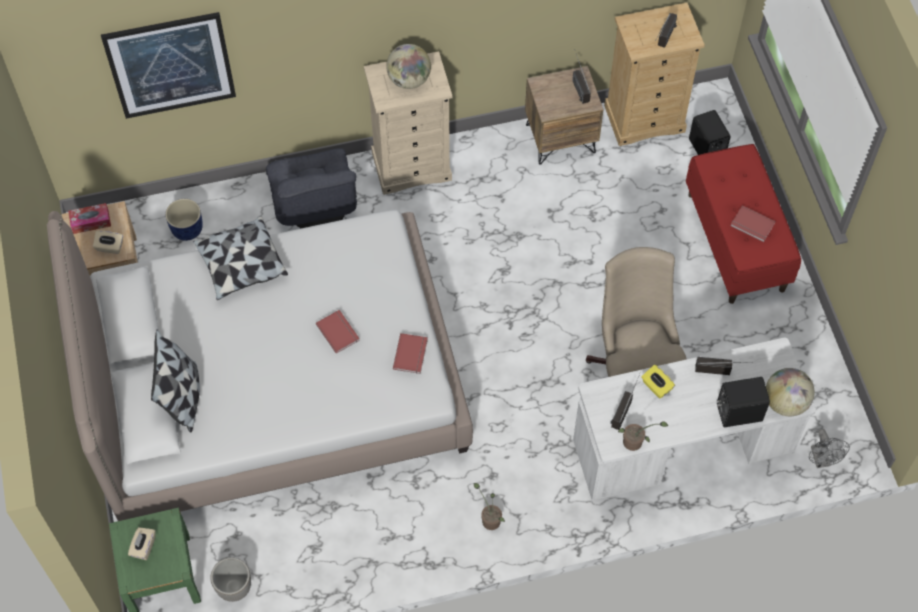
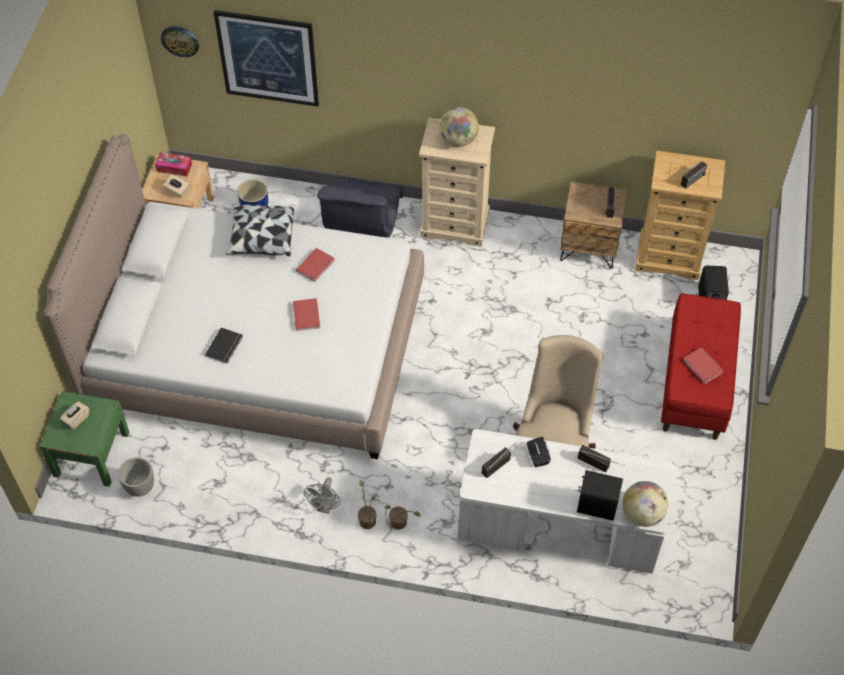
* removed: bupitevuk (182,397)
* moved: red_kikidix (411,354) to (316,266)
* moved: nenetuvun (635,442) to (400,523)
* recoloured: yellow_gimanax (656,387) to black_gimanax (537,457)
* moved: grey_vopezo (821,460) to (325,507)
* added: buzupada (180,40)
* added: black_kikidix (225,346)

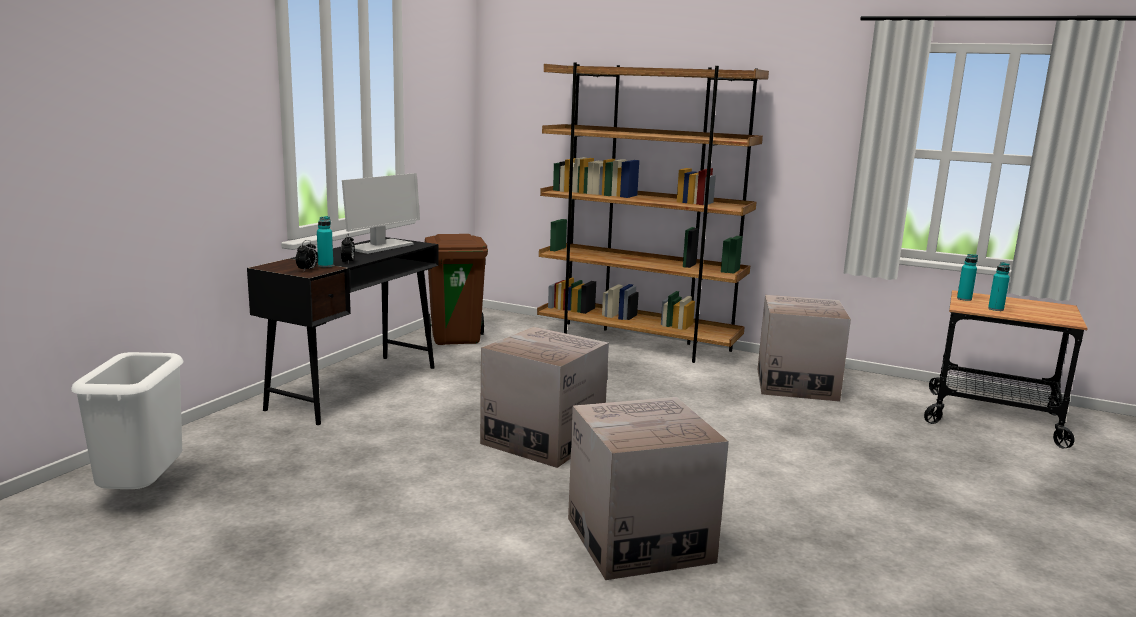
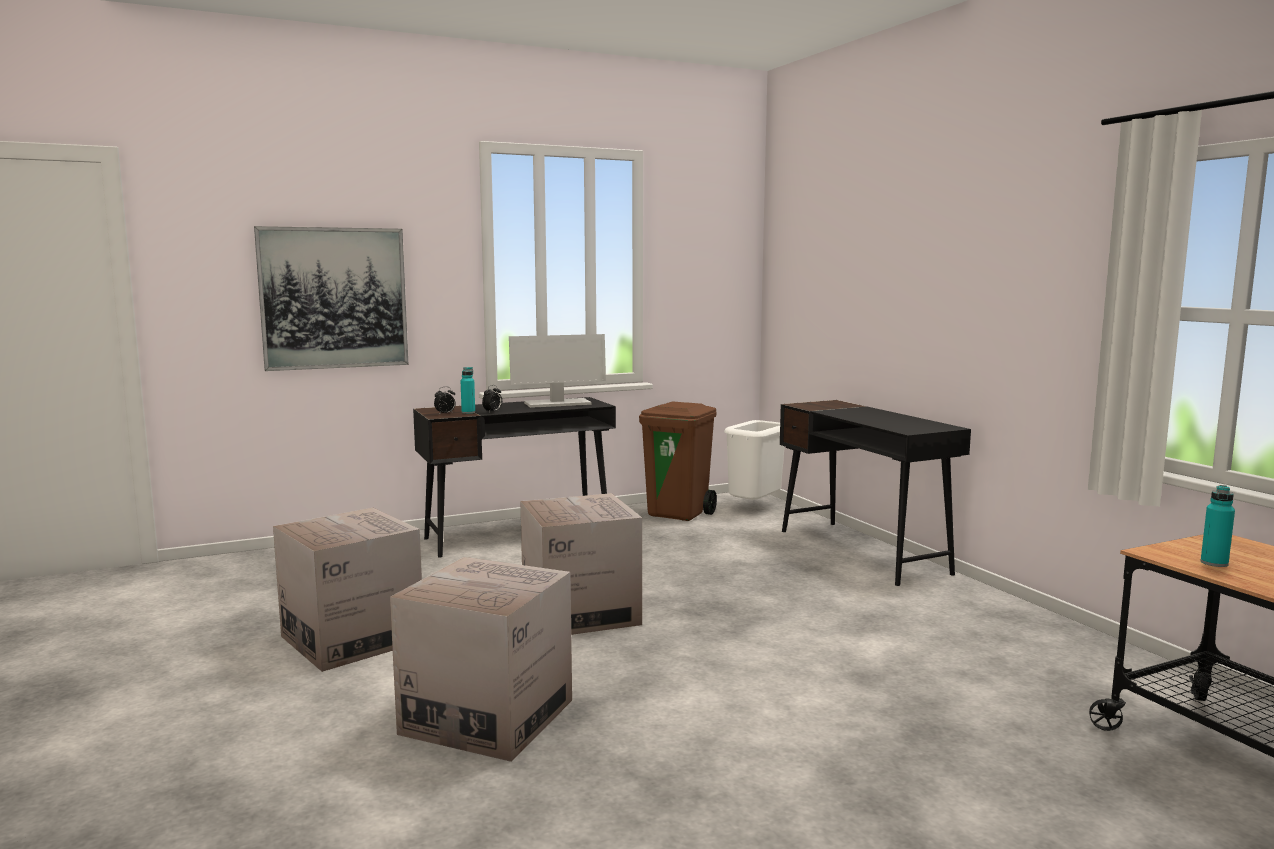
* moved: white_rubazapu (142,494) to (754,509)
* replaced: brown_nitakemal (637,343) to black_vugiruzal (862,551)
* moved: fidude (796,384) to (352,638)
* removed: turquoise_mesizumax (964,299)
* added: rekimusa (334,298)

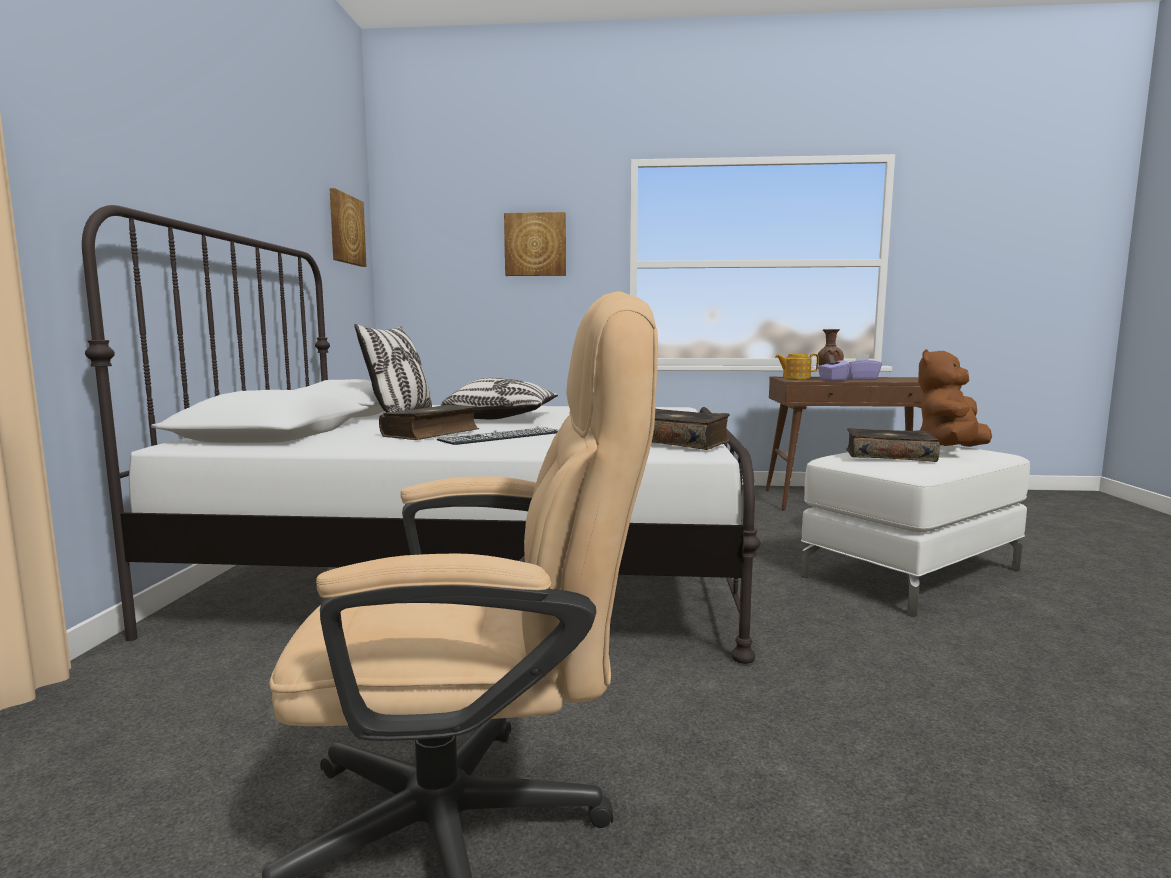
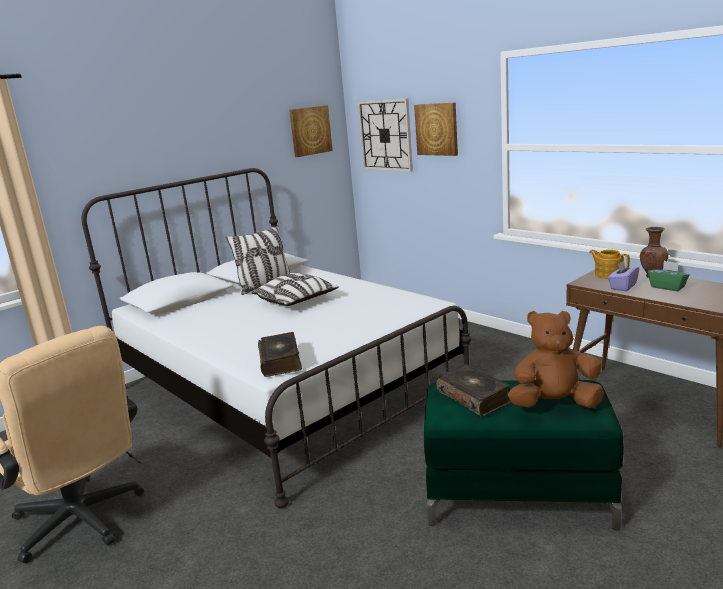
* removed: kikidix (432,433)
* removed: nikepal (503,436)
* recoloured: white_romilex (911,572) to green_romilex (518,493)
* recoloured: purple_gimanax (861,379) to green_gimanax (667,287)
* added: buzupada (385,135)

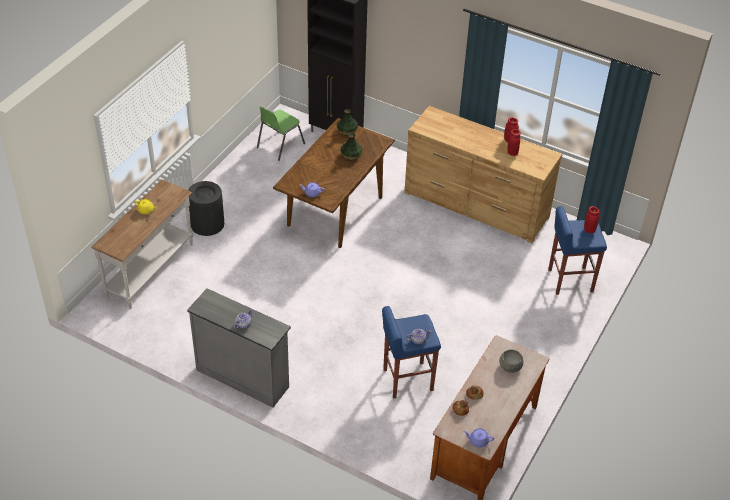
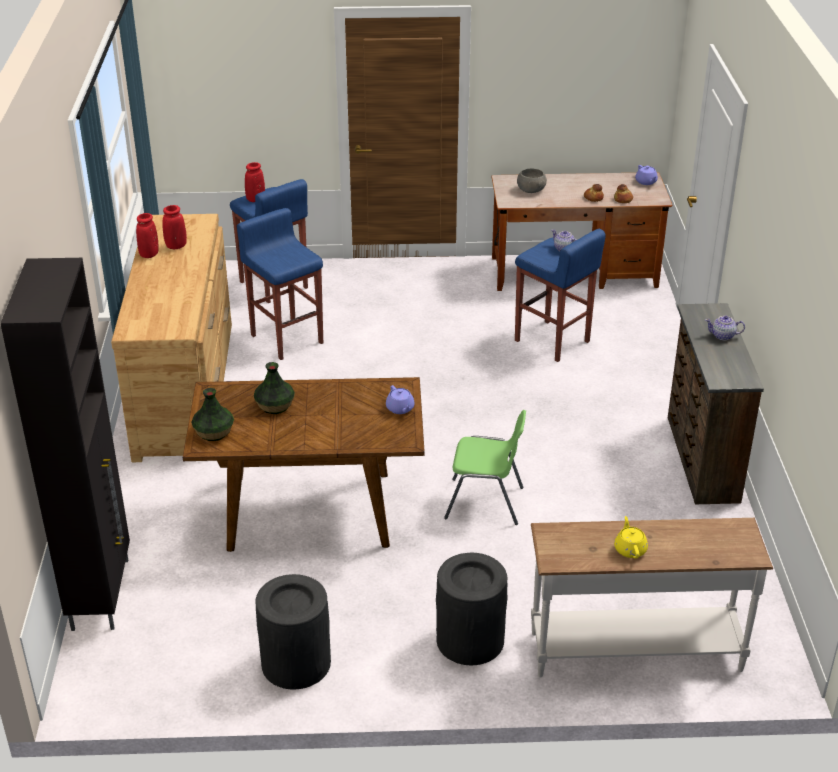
* recoloured: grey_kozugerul (242,377) to brown_kozugerul (700,459)
* moved: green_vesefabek (279,146) to (485,503)
* added: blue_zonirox (287,338)
* added: black_rubazapu (296,663)

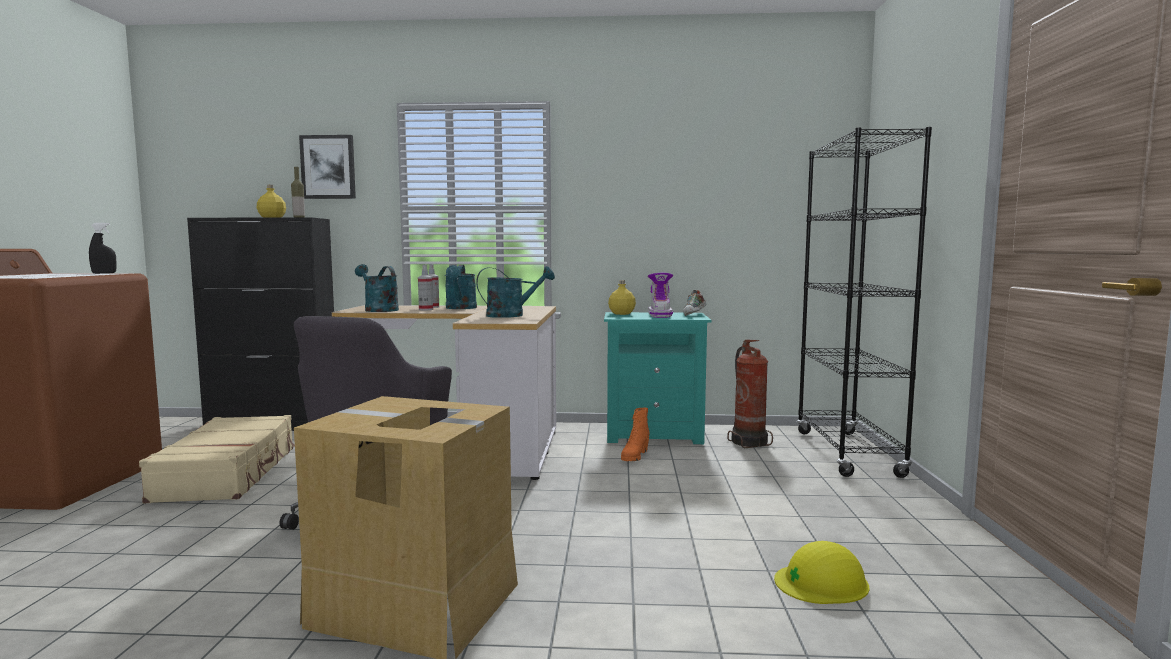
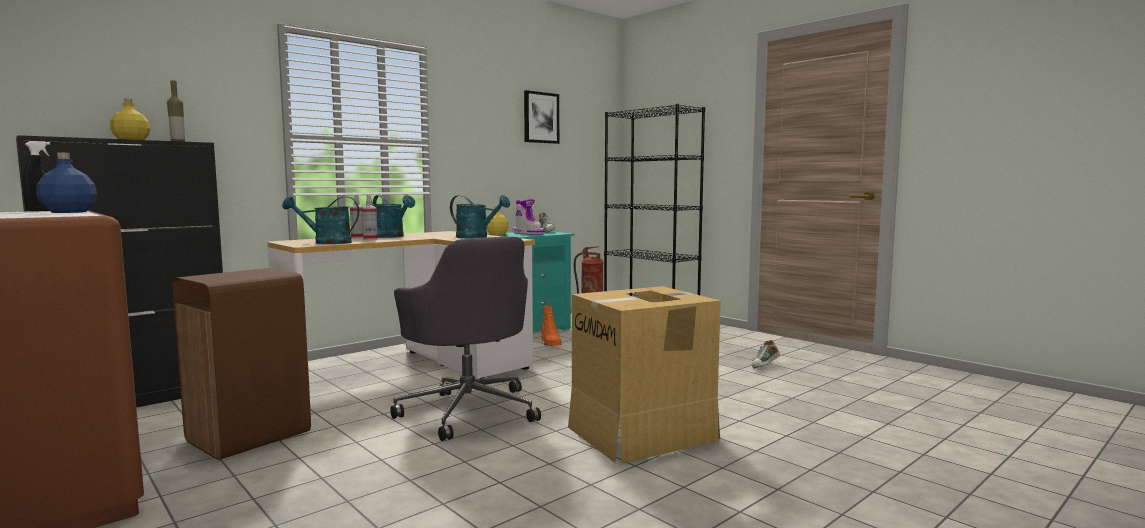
* replaced: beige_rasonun (228,473) to brown_rubazapu (247,436)
* moved: rekimusa (328,167) to (541,117)
* turned: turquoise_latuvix (512,315) = (477,237) 90 degrees clockwise
* replaced: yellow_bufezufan (822,582) to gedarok (765,366)
* added: blue_mesizumax (69,212)

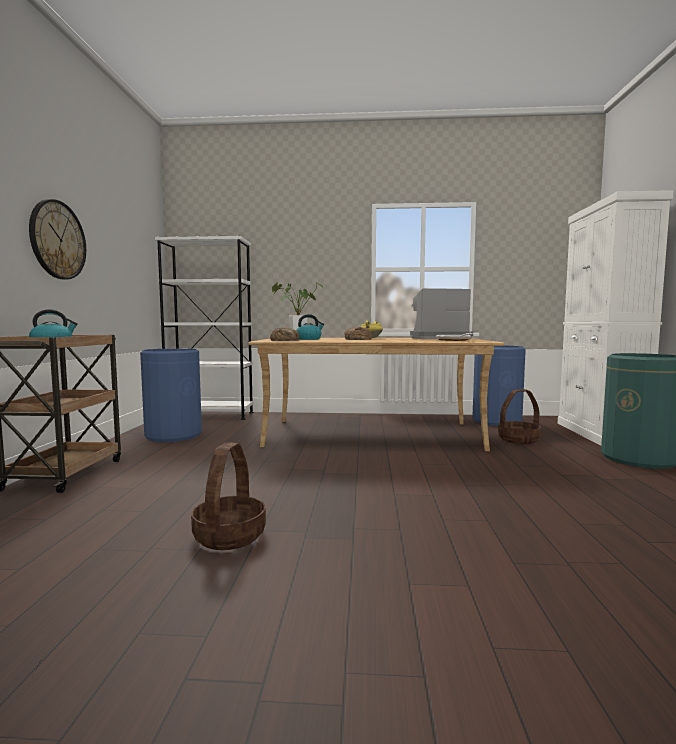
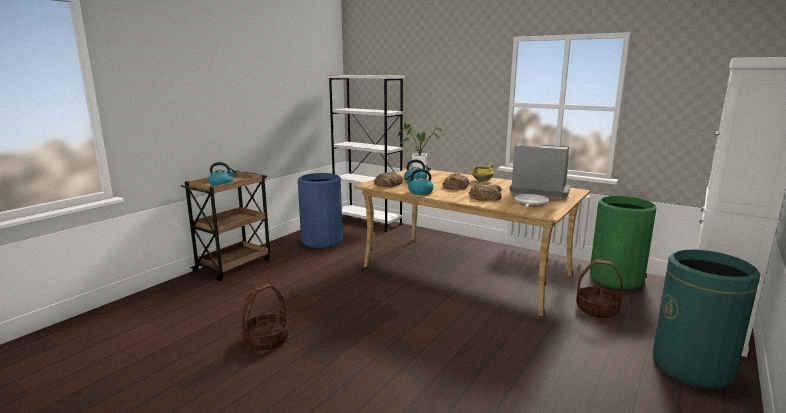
* removed: buzupada (58,240)
* recoloured: blue_rubazapu (496,421) to green_rubazapu (616,279)
* added: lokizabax (420,192)
* added: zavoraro (485,197)

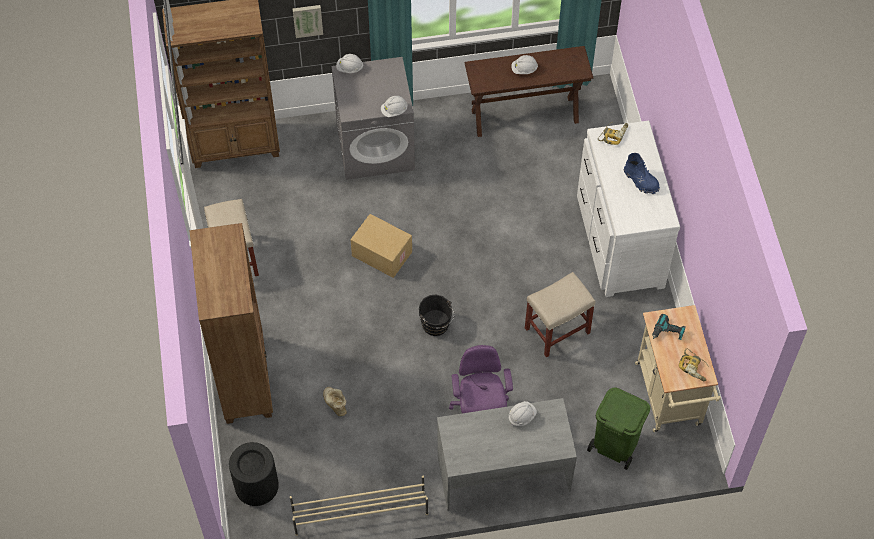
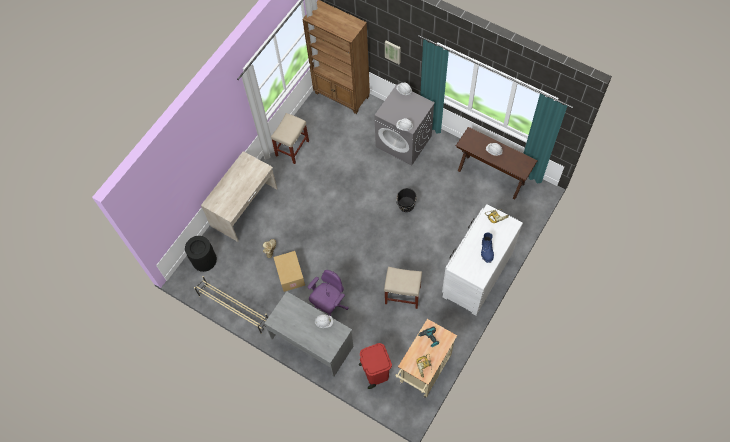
* replaced: brown_nitakemal (245,378) to beige_vugiruzal (245,207)
* moved: fidude (381,254) to (289,274)
* moved: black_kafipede (436,326) to (405,206)
* recoloured: green_rubazapu (614,445) to red_rubazapu (375,372)

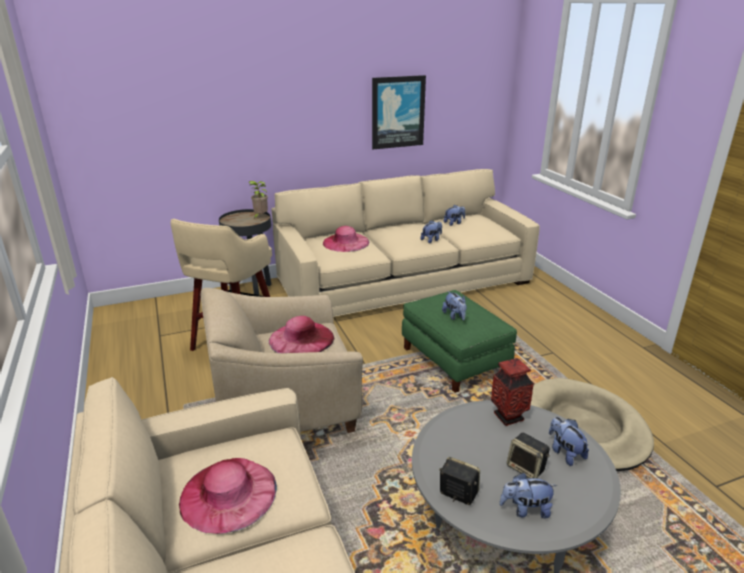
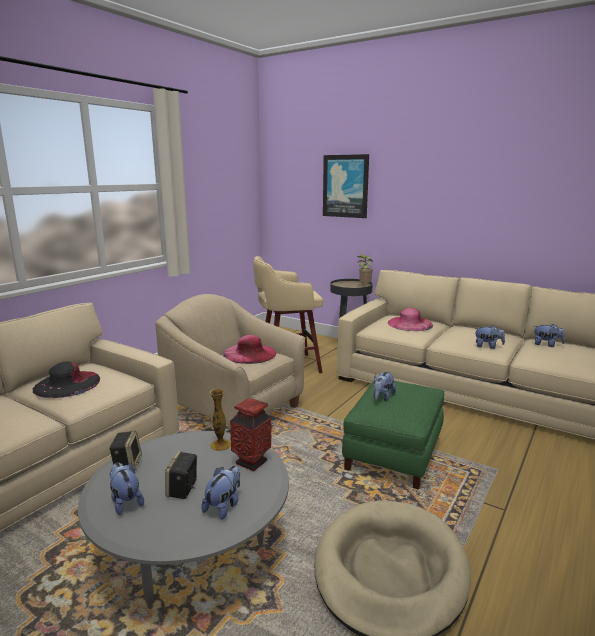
* recoloured: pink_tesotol (228,494) to black_tesotol (67,384)
* moved: rekimusa (397,112) to (345,186)
* added: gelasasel (220,445)

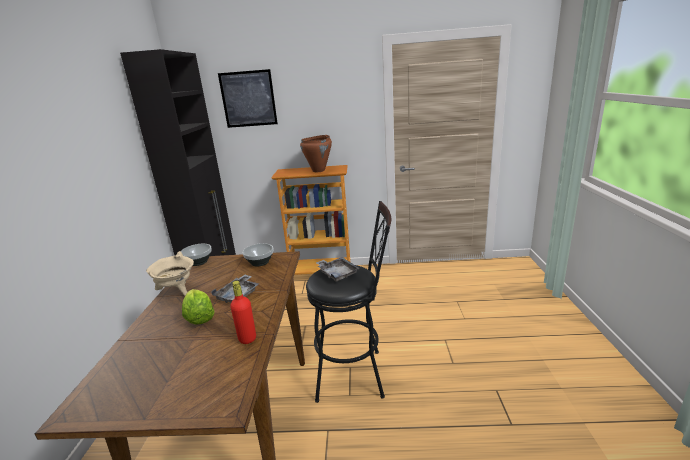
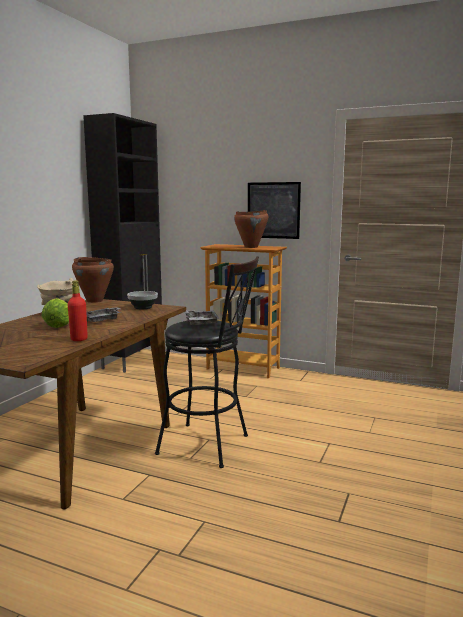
* replaced: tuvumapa (198,262) to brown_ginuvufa (94,301)
* moved: rekimusa (248,99) to (273,210)

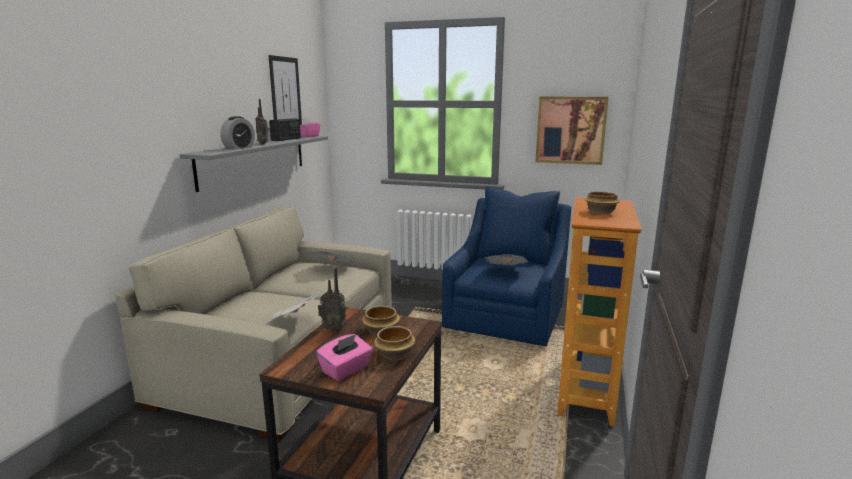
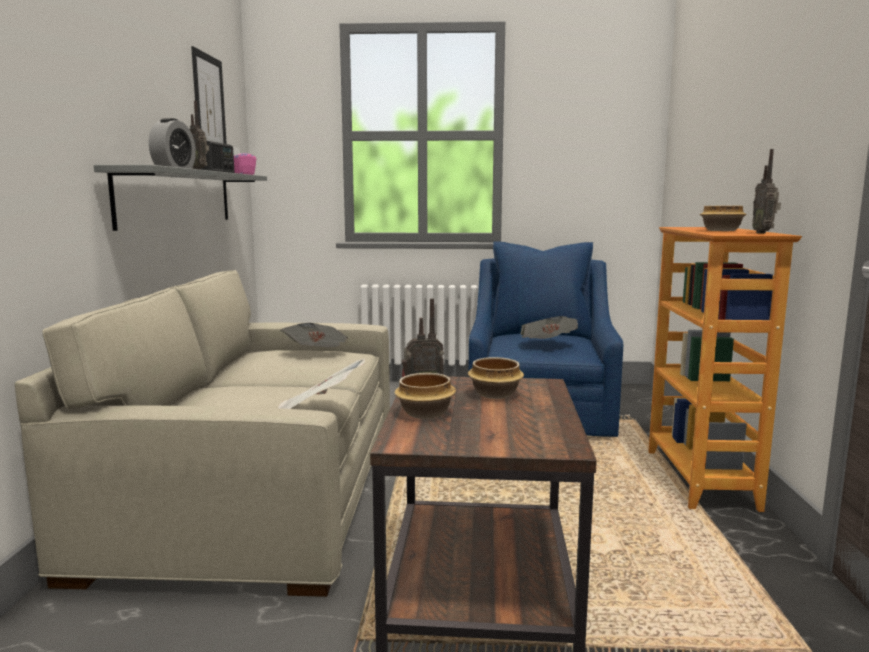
* removed: pink_gimanax (346,370)
* moved: tuvumapa (395,355) to (426,414)
* removed: rekimusa (570,130)
* added: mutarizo (764,233)

